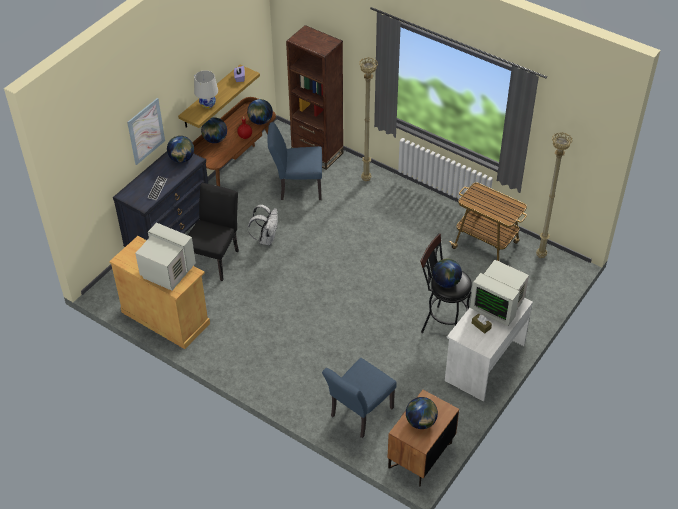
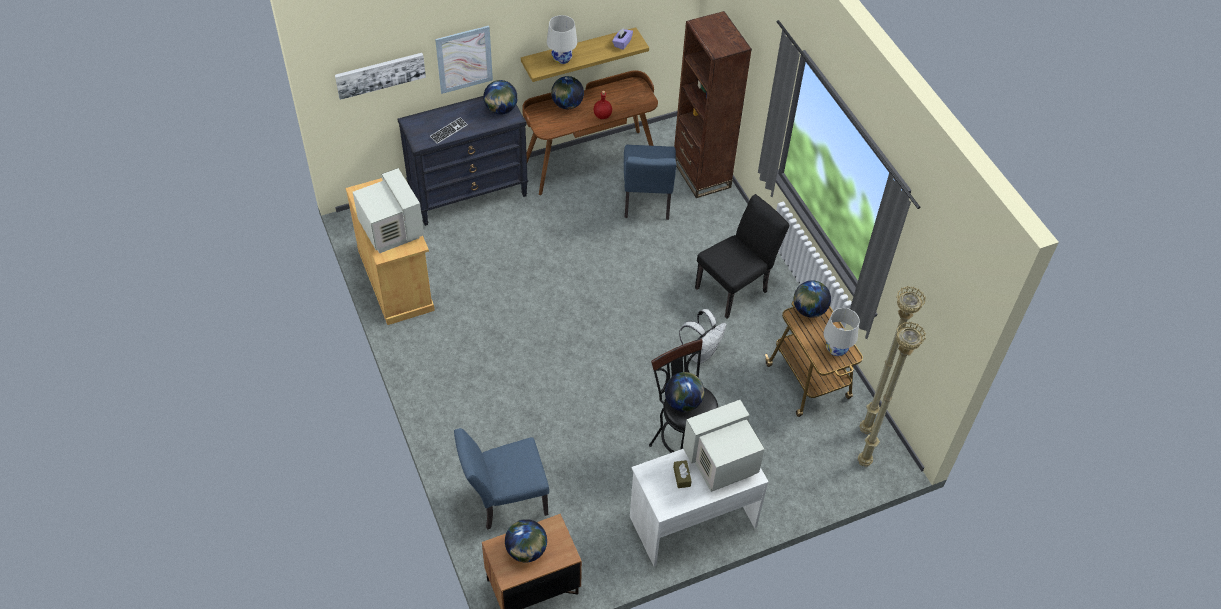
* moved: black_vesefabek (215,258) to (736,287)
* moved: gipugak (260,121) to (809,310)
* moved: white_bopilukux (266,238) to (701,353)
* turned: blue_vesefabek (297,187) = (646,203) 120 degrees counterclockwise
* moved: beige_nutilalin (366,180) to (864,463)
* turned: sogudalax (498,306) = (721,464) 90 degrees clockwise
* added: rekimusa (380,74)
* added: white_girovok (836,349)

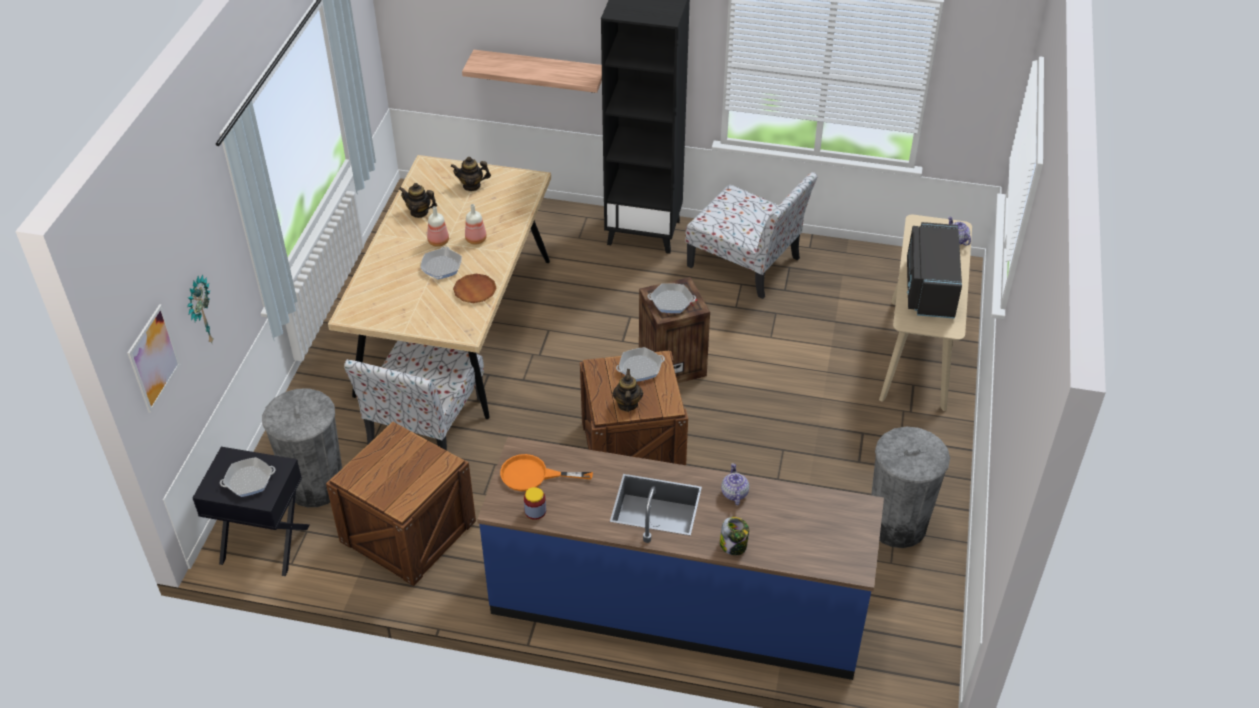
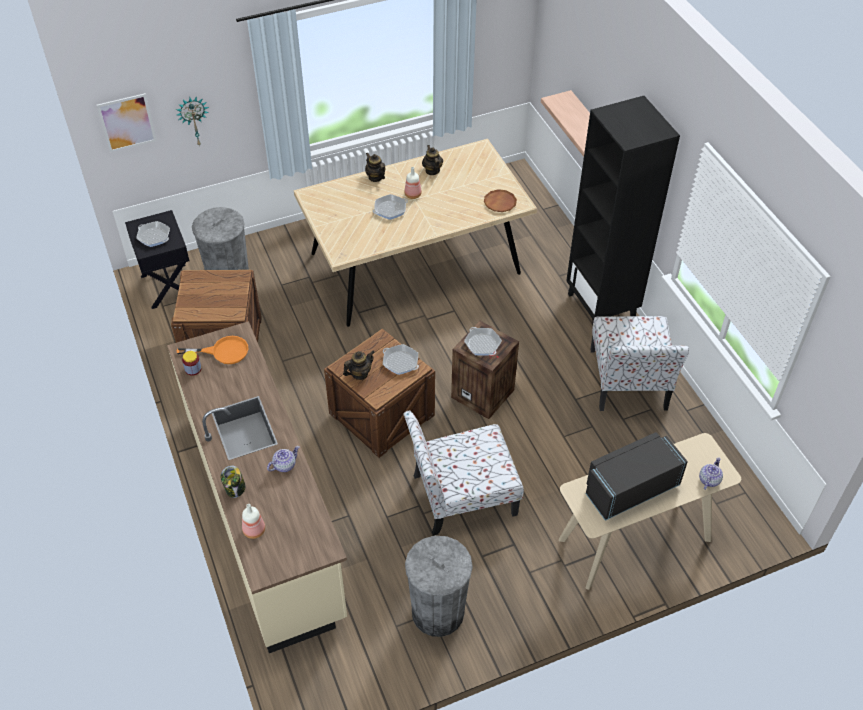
* moved: vesefabek (424,423) to (461,495)
* moved: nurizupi (472,185) to (375,177)
* moved: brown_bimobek (475,291) to (500,203)
* moved: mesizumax (476,239) to (254,531)
* recoloured: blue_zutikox (678,604) to beige_zutikox (265,513)
* turned: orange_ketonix (533,475) = (223,351) 120 degrees clockwise

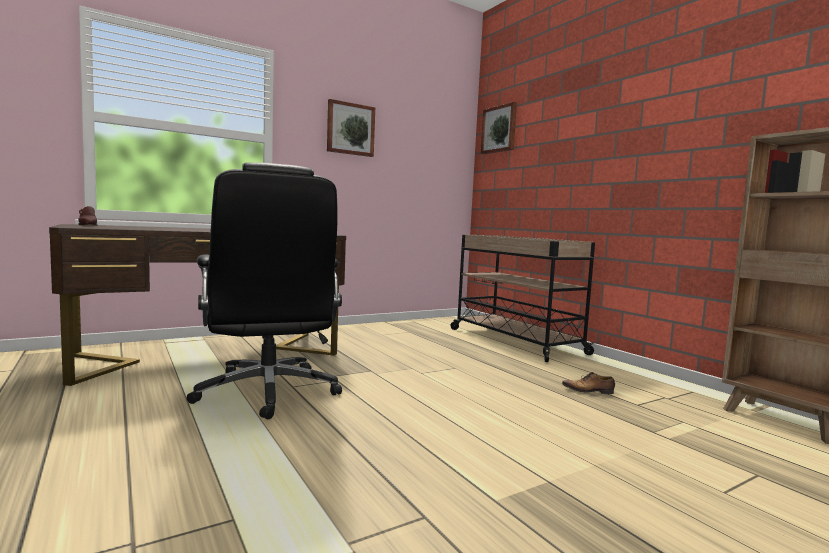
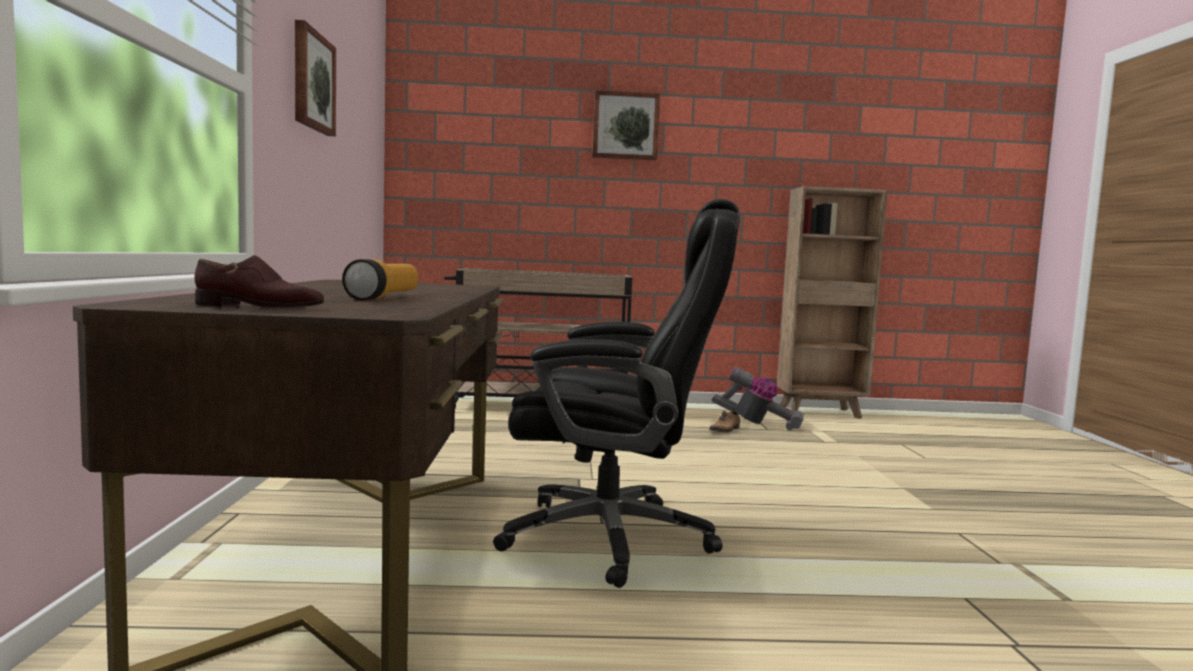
* moved: rekimusa (499,129) to (625,126)
* added: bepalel (384,297)
* added: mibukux (758,424)

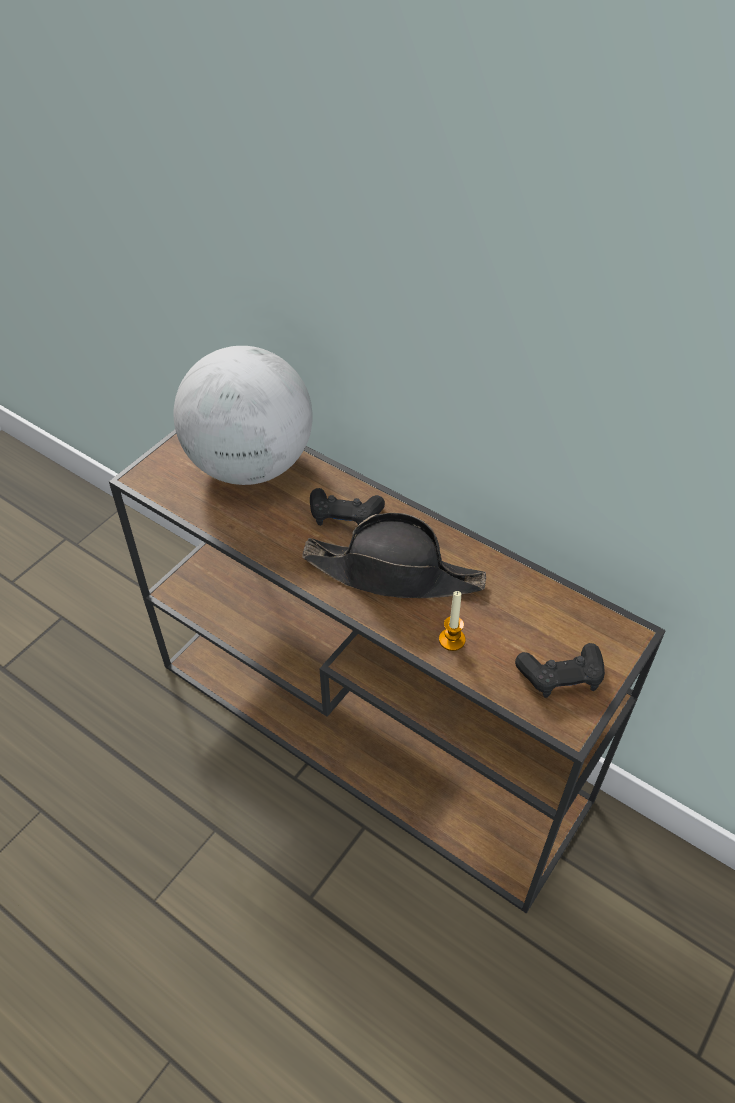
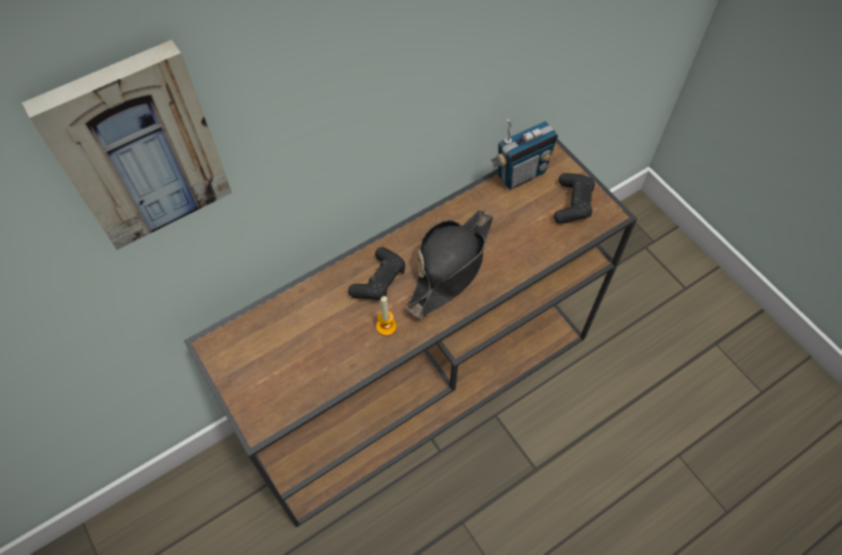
* removed: gipugak (250,465)
* moved: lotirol (452,640) to (386,326)
* added: rekimusa (137,147)
* added: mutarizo (520,174)

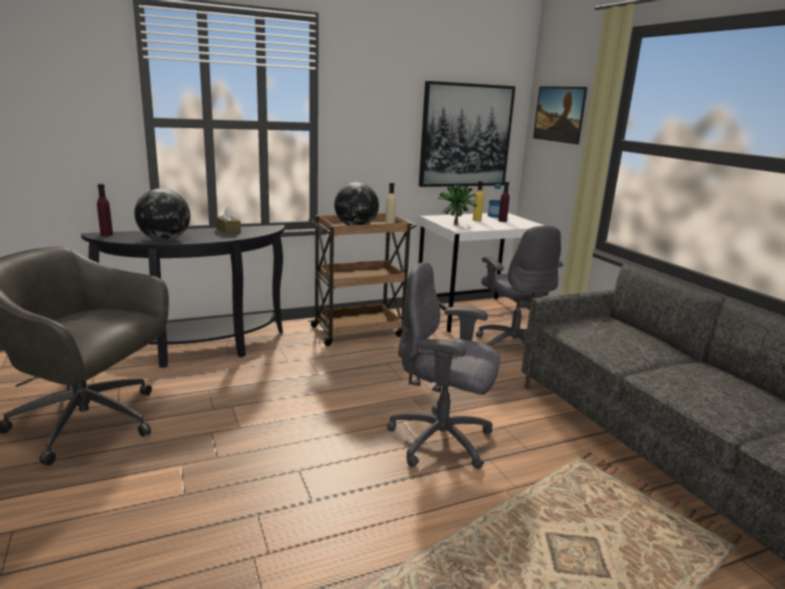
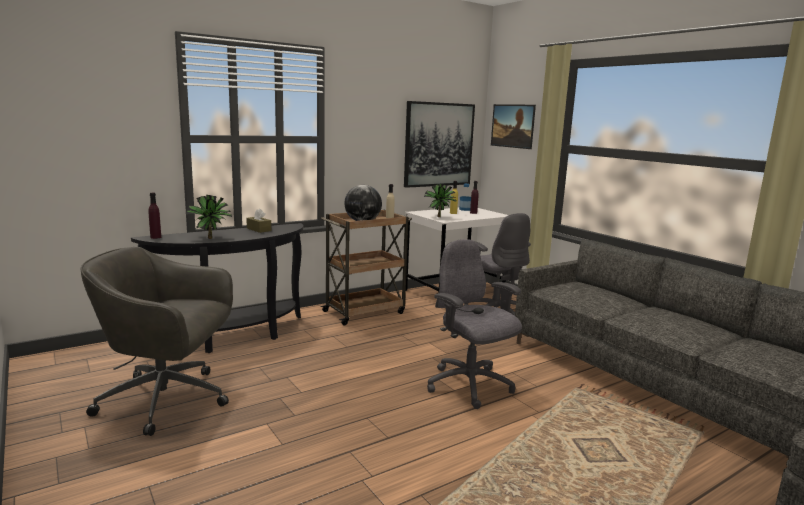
* replaced: gipugak (165,240) to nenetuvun (212,239)
* turned: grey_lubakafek (442,441) = (469,386) 45 degrees clockwise

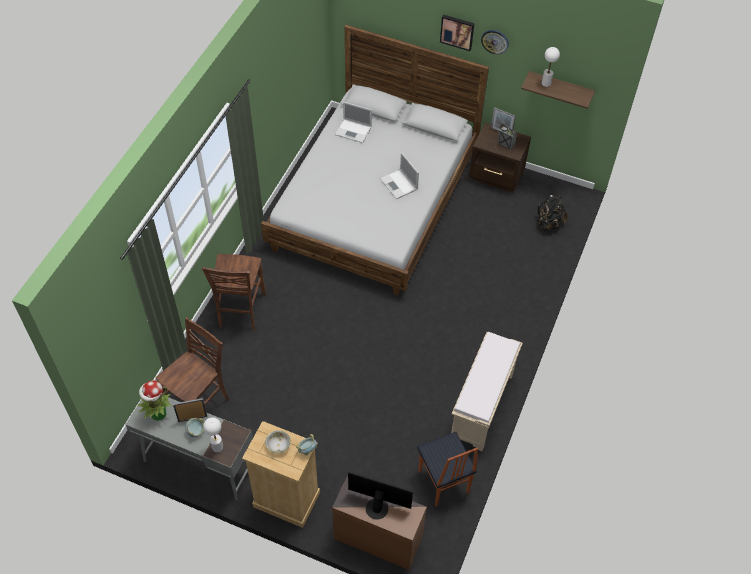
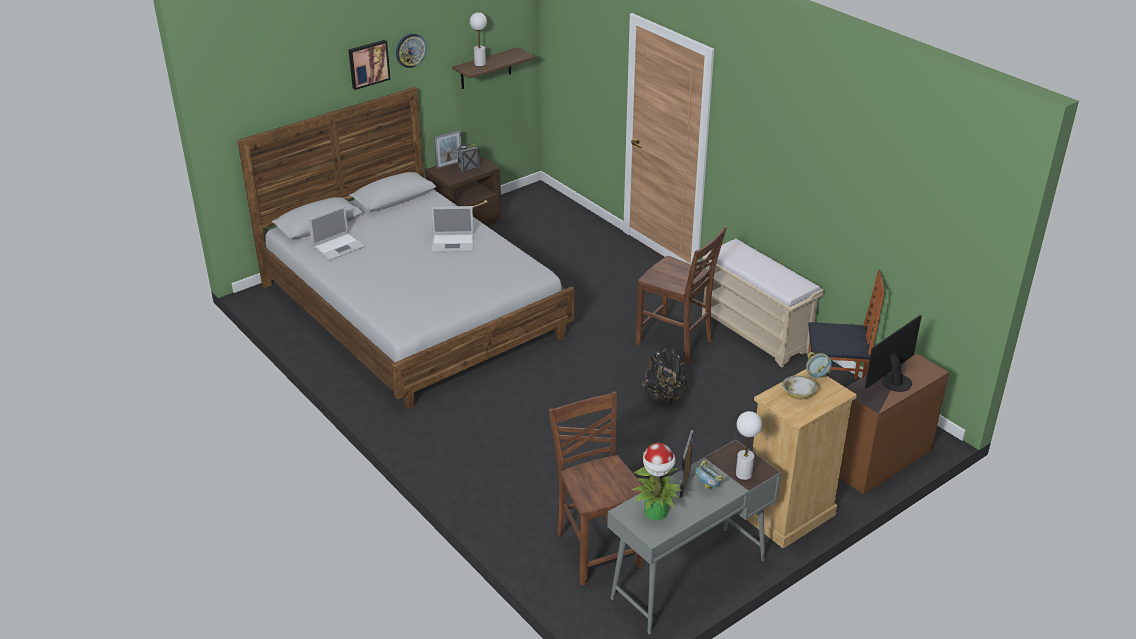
* moved: brown_vesefabek (240,310) to (675,342)
* moved: black_bopilukux (548,223) to (664,396)

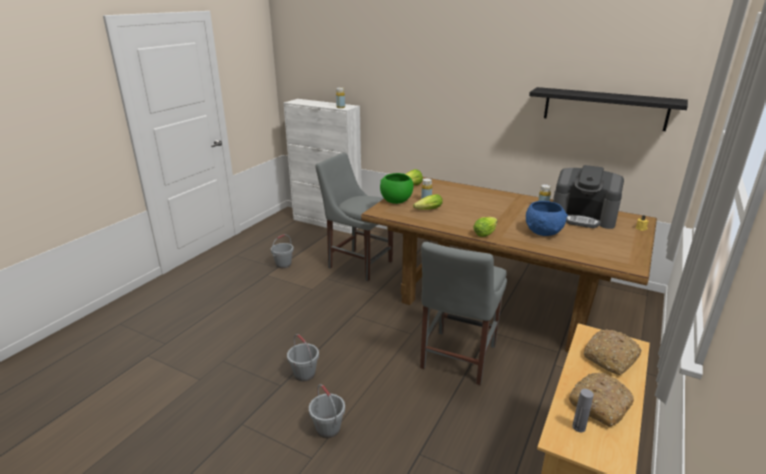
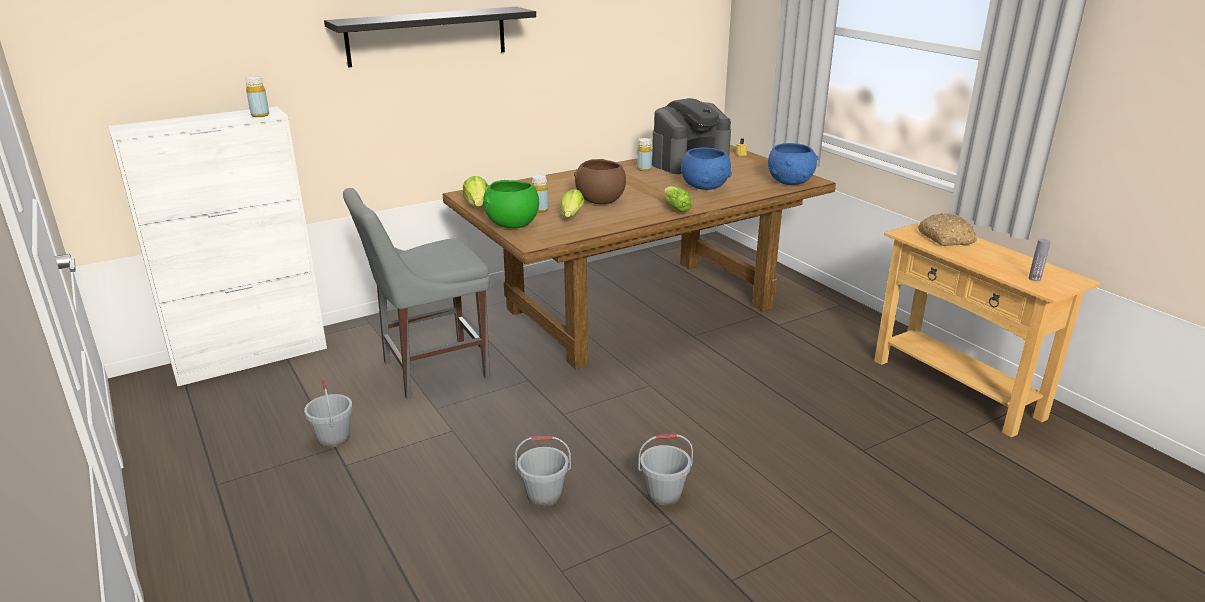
* moved: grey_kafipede (328,429) to (544,496)
* removed: grey_vesefabek (456,359)
* moved: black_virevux (604,108) to (427,36)
* removed: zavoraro (599,404)
* added: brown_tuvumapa (599,200)
* added: blue_tuvumapa (791,182)

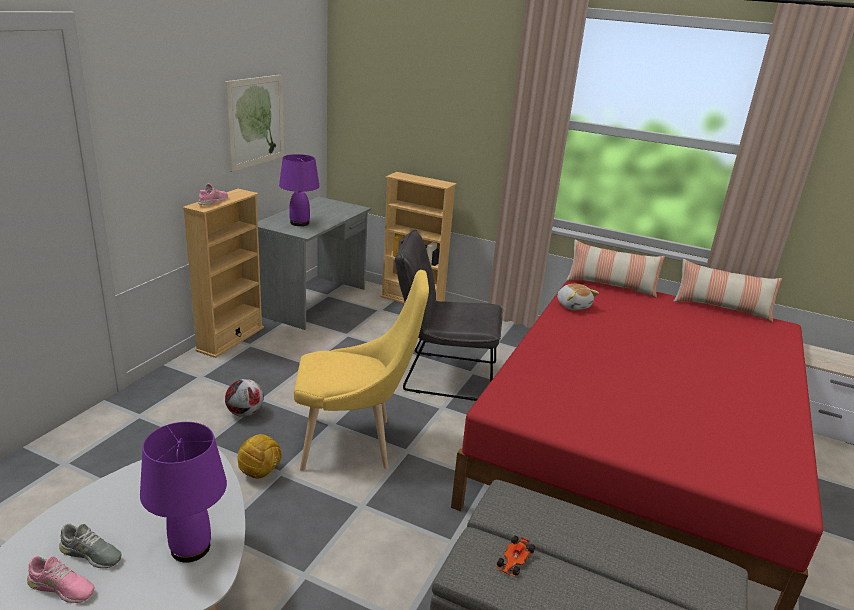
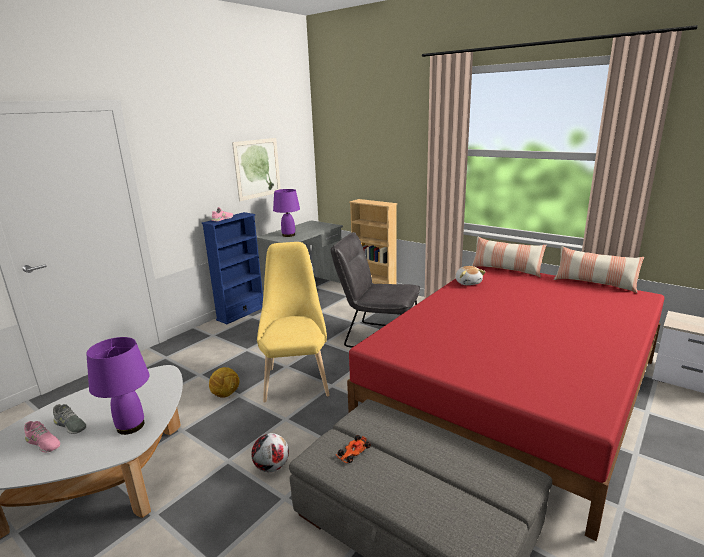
* recoloured: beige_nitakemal (230,339) to blue_nitakemal (241,313)
* moved: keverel (244,413) to (271,466)
* turned: yellow_vesefabek (354,443) = (296,379) 105 degrees counterclockwise

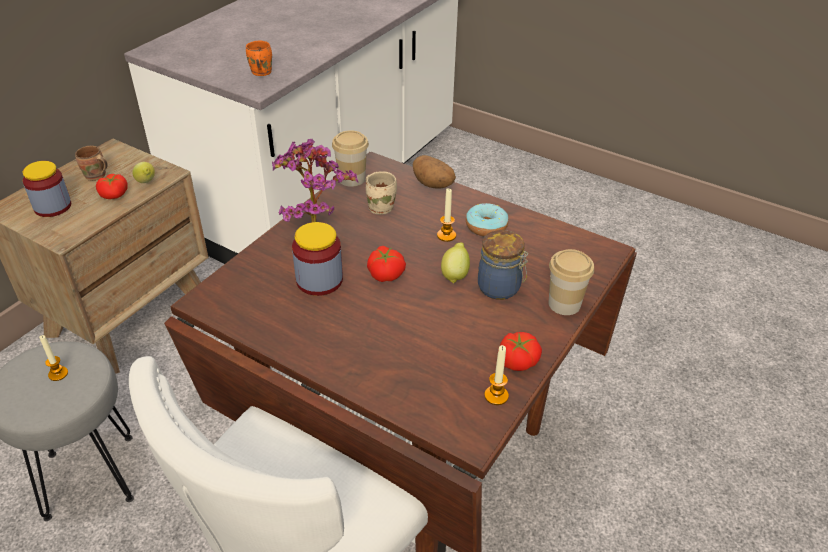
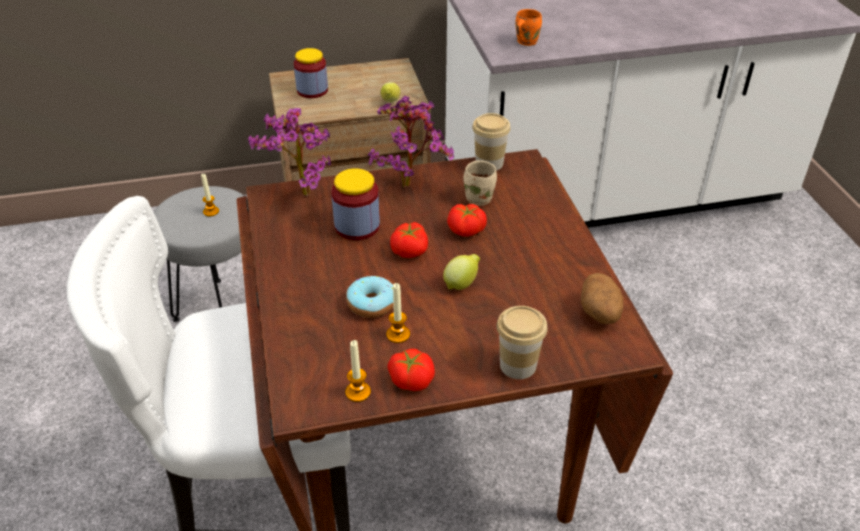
* removed: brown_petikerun (96,177)
* moved: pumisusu (114,195) to (466,230)
* moved: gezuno (434,185) to (600,314)
* moved: lotirol (446,235) to (398,334)
* moved: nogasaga (486,226) to (372,304)
* removed: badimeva (500,288)
* added: nenetuvun (299,193)

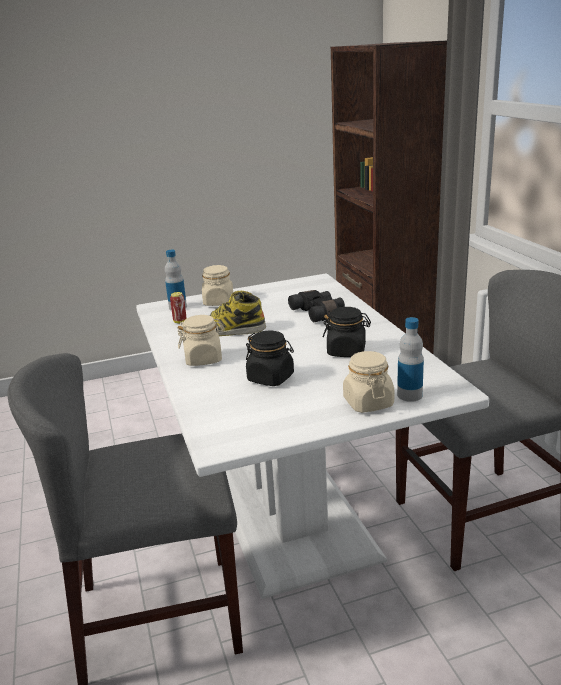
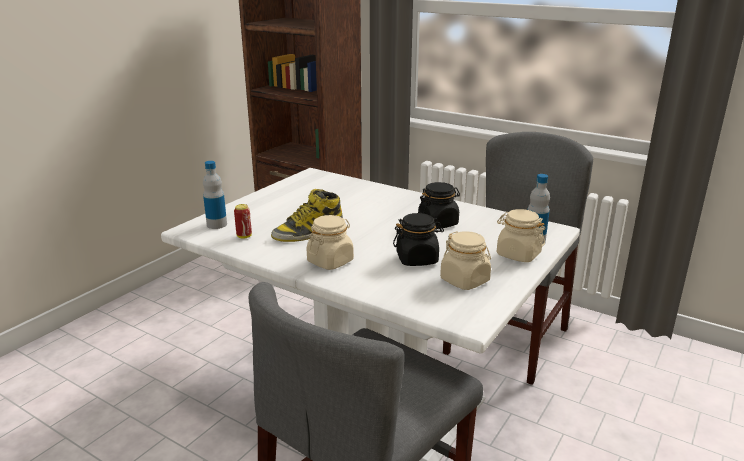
* moved: beige_badimeva (218,302) to (465,280)
* removed: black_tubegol (319,313)

